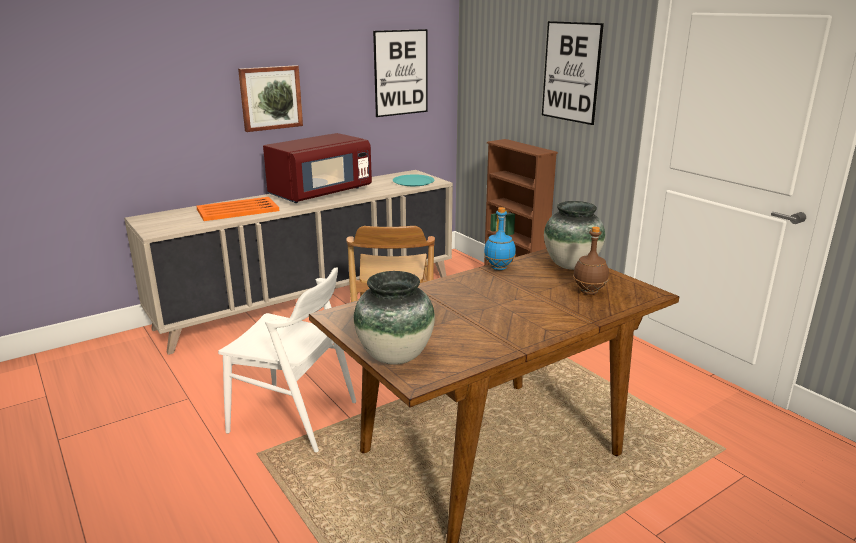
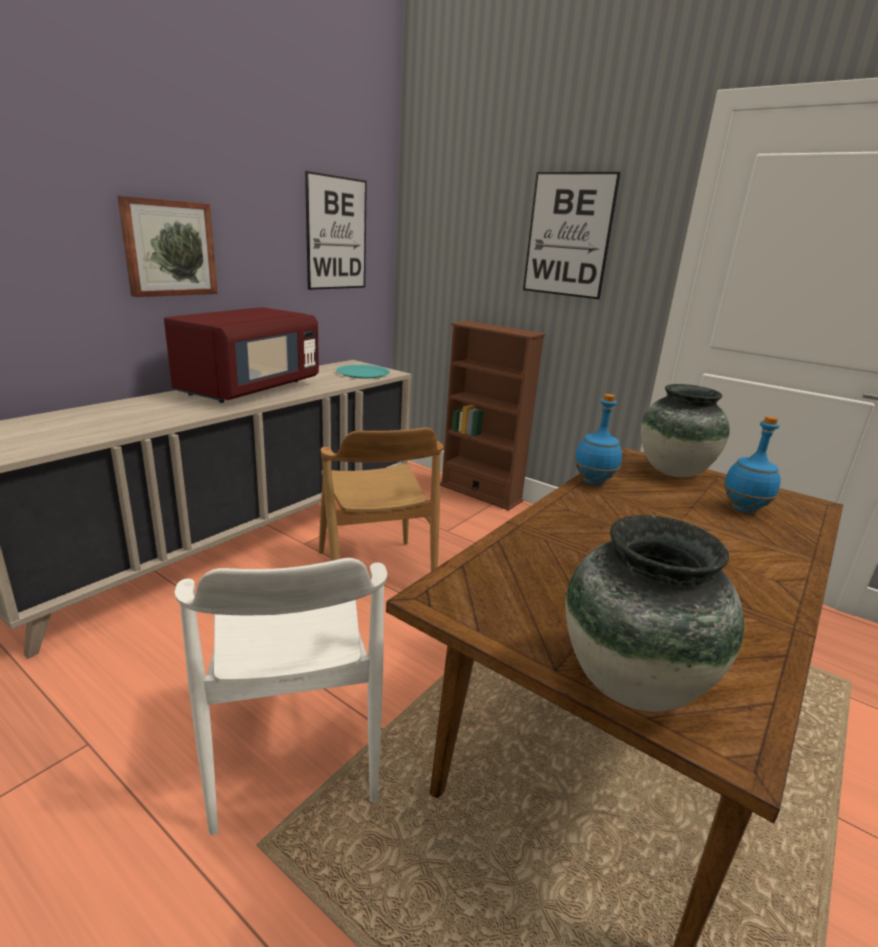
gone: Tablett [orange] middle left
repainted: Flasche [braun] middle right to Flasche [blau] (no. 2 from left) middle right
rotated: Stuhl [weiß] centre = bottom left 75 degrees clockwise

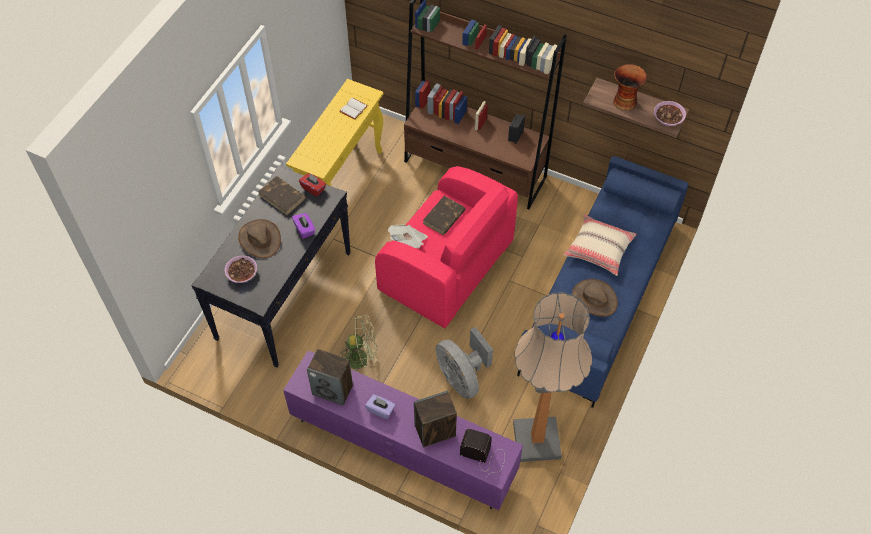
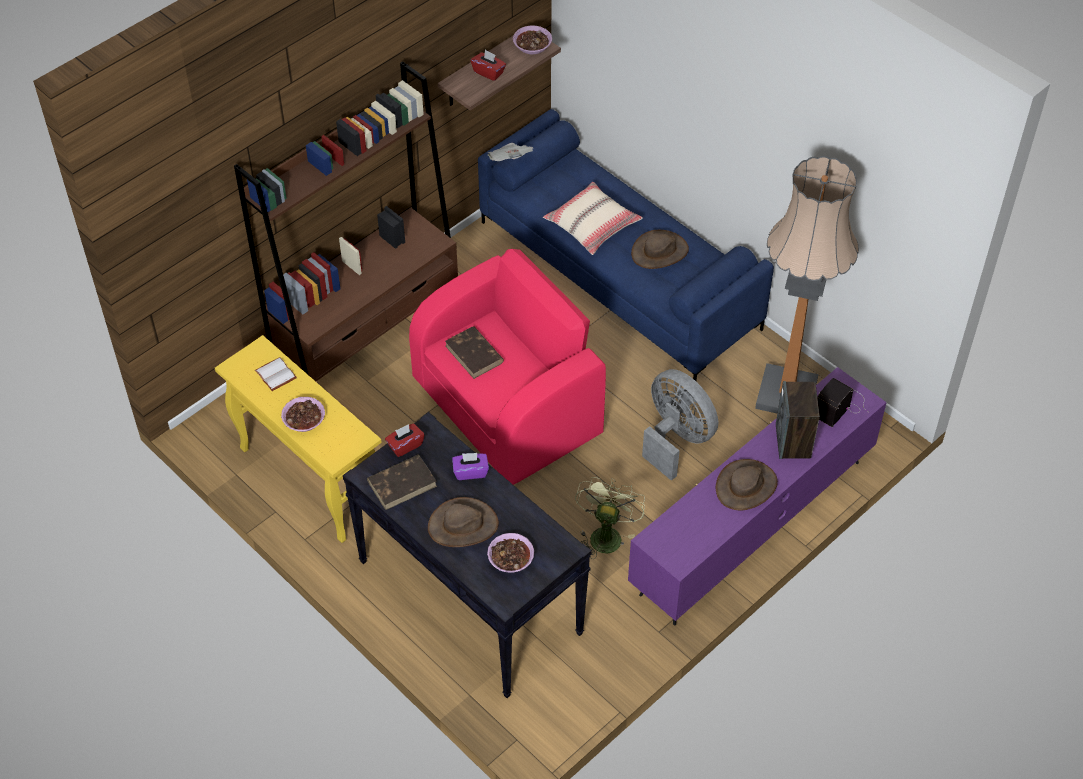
gone: Lautsprecher (no. 1 from left) bottom centre
new: Schüssel (no. 1 from left) middle left
shifted: Zeitung centre to top centre
swapped: Vase top right to Taschentuchbox [rot] (no. 2 from left) top centre; Taschentuchbox [lila] (no. 2 from left) bottom centre to Hut [braun] (no. 3 from left) middle right
rotated: Ventilator [grau] bottom centre = centre 120 degrees counterclockwise

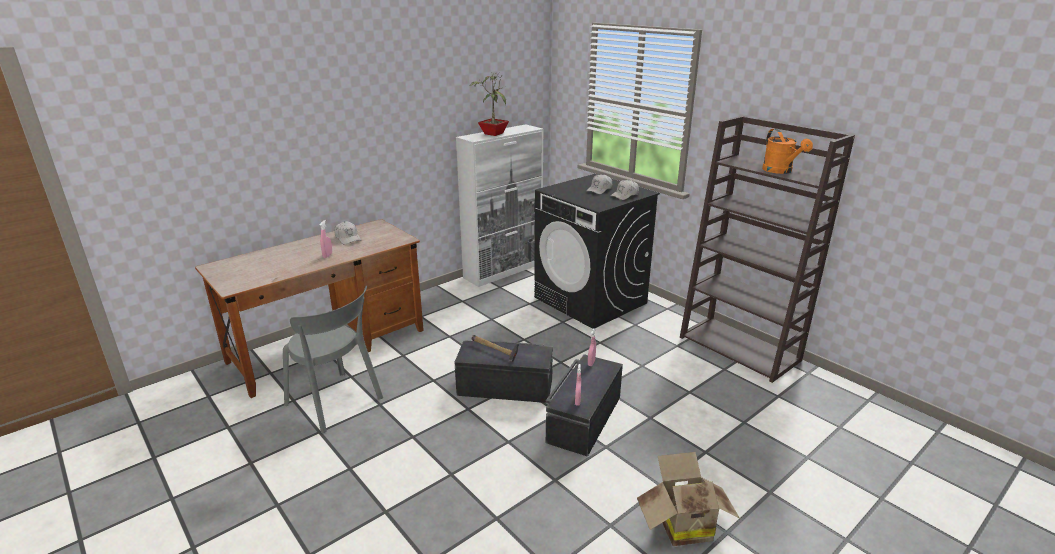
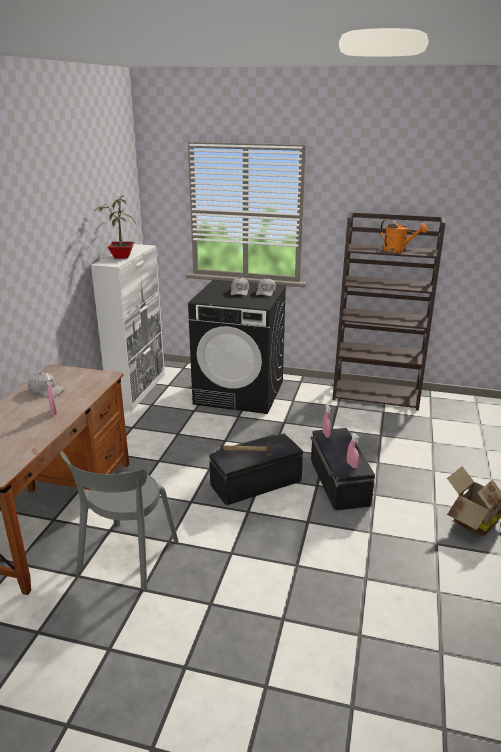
rotated: Stuhl [grau] middle left = bottom left 105 degrees clockwise

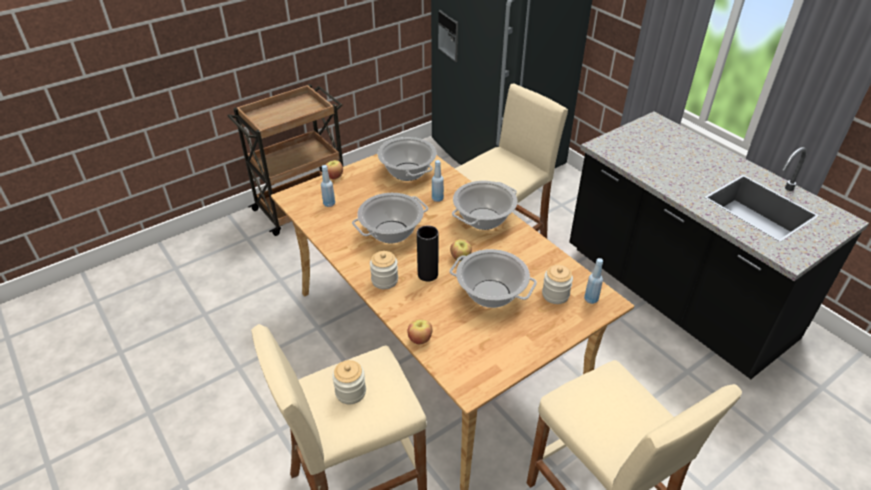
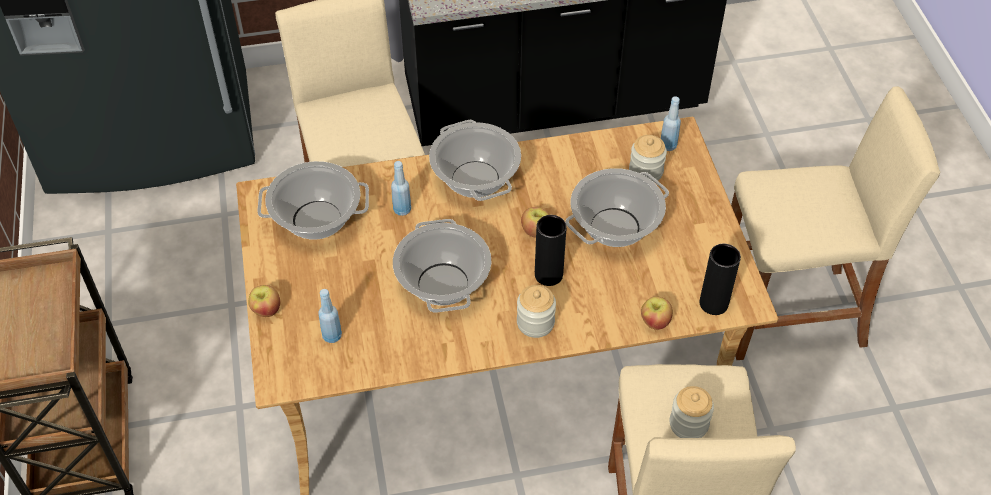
new: Vase [schwarz] (no. 2 from left) middle right

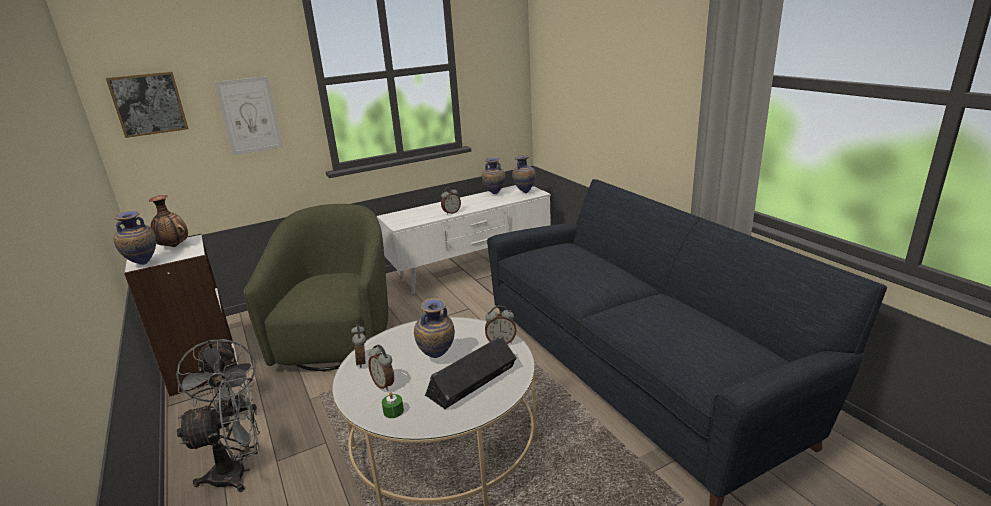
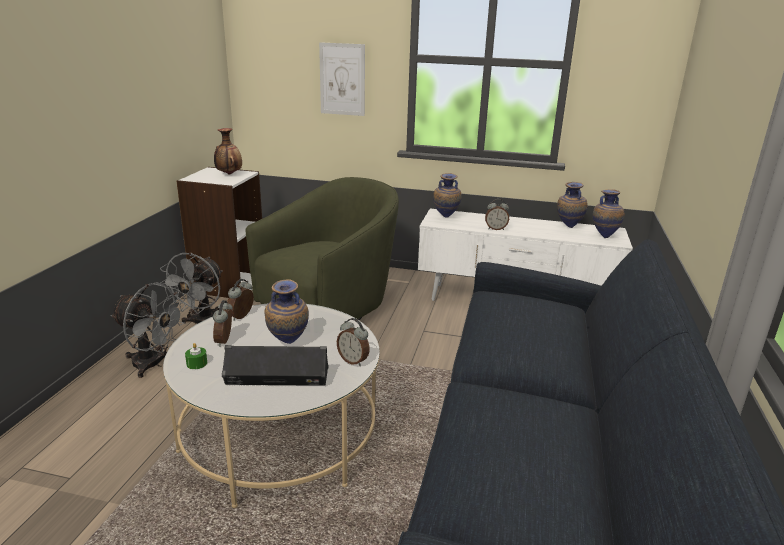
gone: Bild (no. 1 from left) top left
shifted: Vase (no. 1 from left in the first image) middle left to Vase (no. 3 from left) centre

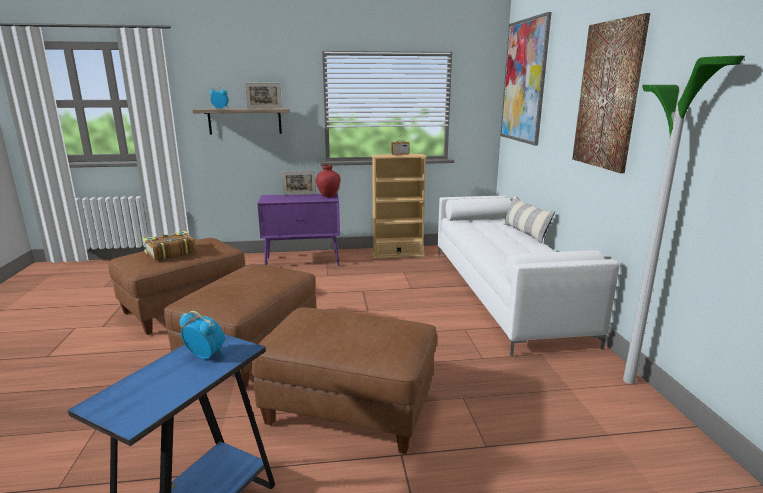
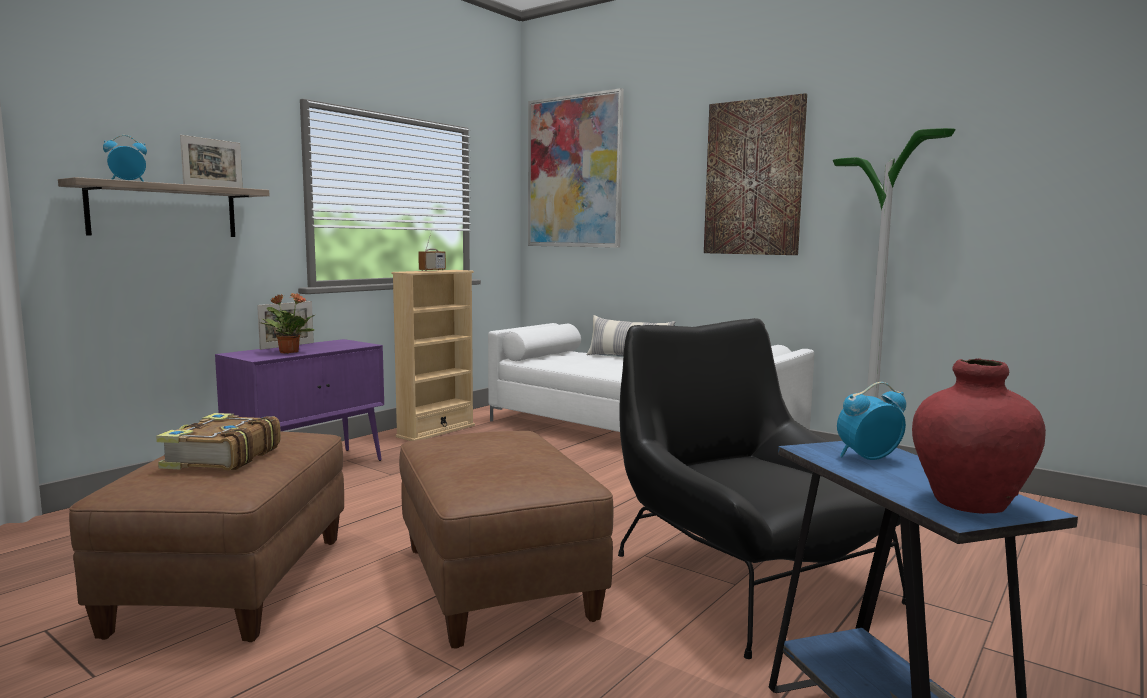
new: Topfpflanze middle left
shifted: Vase [rot] centre to middle right
swapped: Polsterhocker [braun] (no. 3 from left) bottom centre to Sessel [schwarz] bottom centre

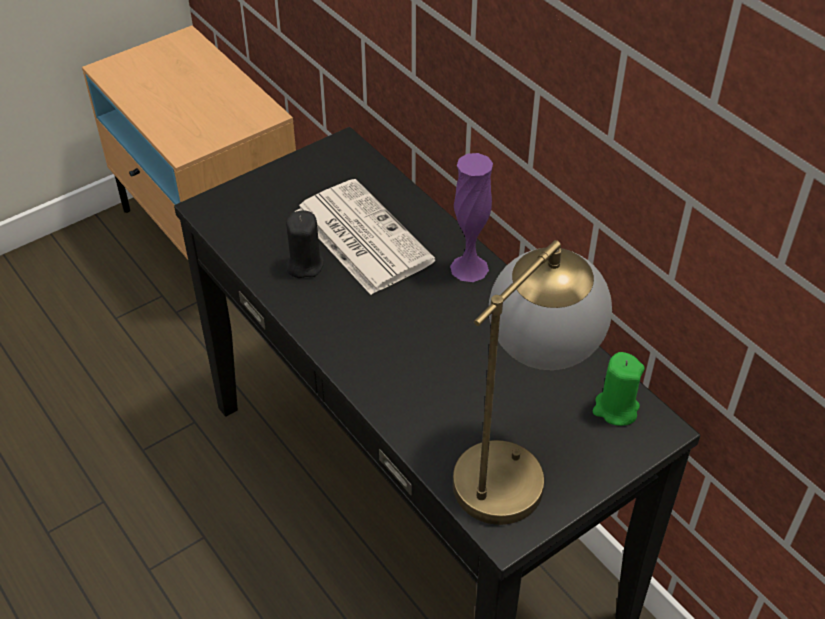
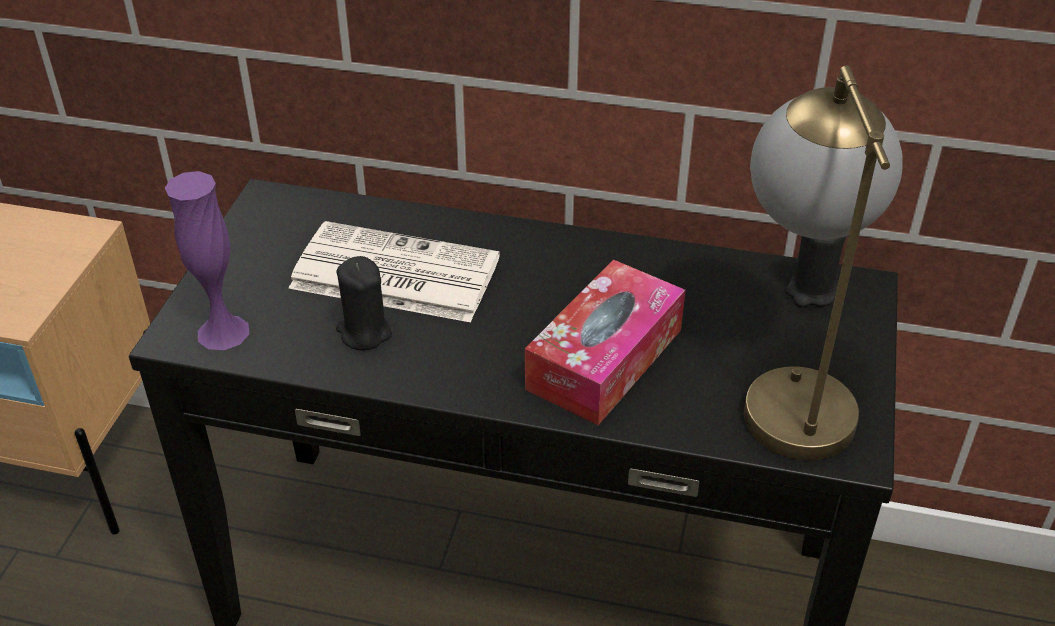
new: Taschentuchbox centre
shifted: Vase [lila] centre to middle left
repainted: Kerze [grün] middle right to Kerze [schwarz] (no. 2 from left) middle right

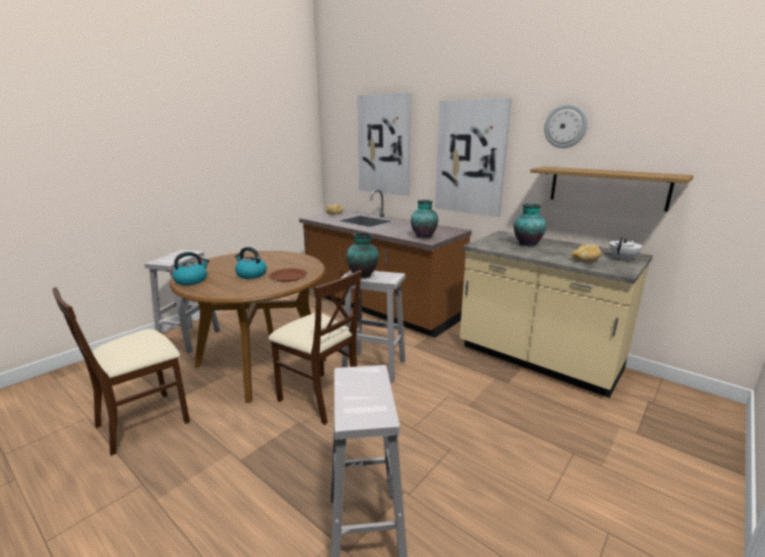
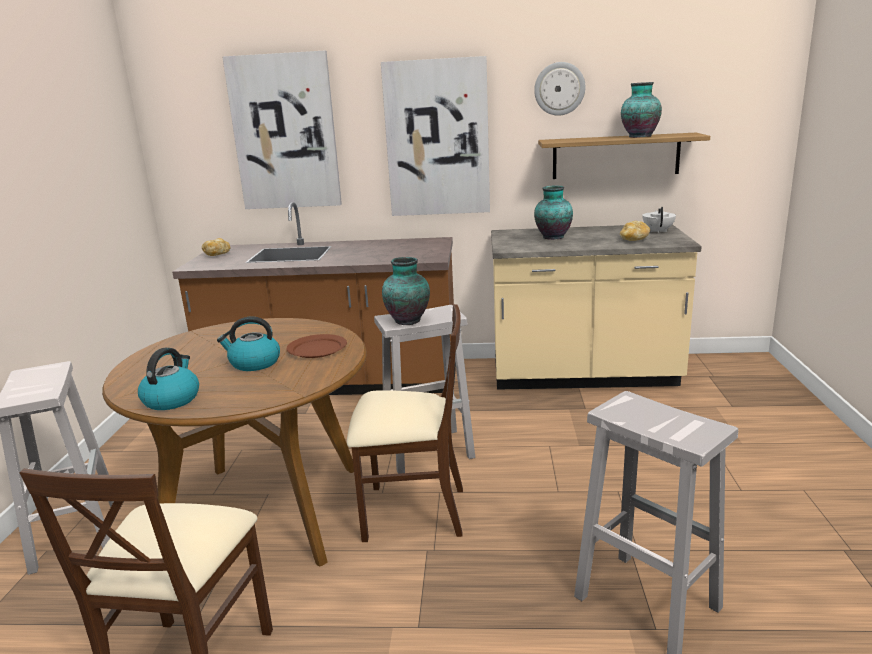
shifted: Vase (no. 2 from left in the first image) centre to Vase (no. 3 from left) top right

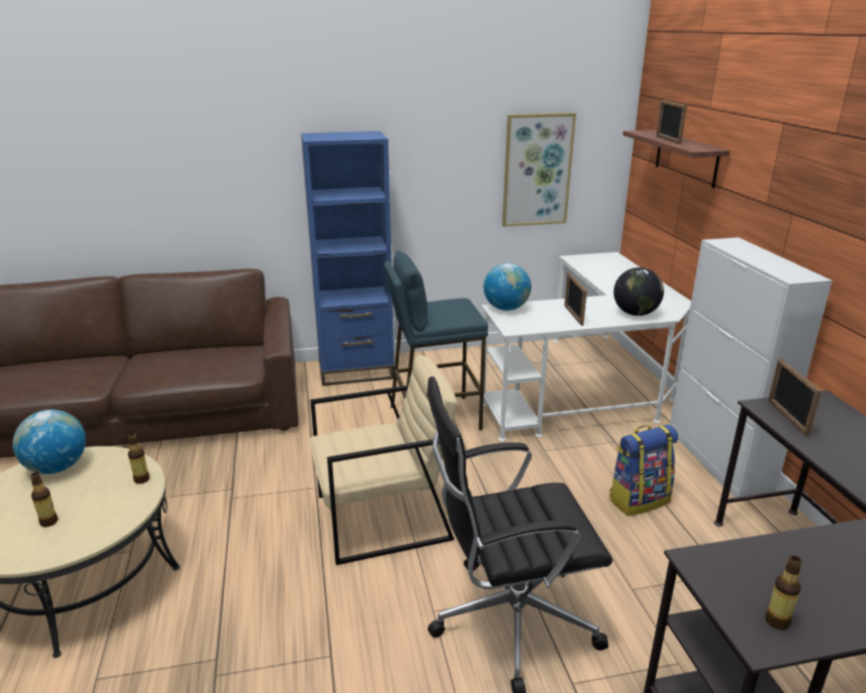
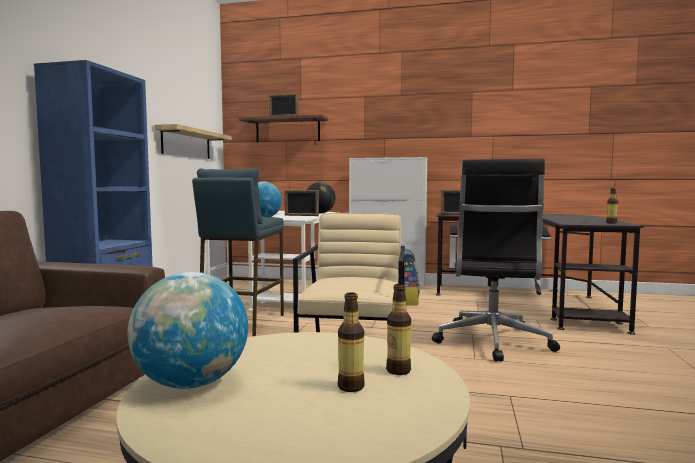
shifted: Flasche (no. 2 from left) middle left to bottom centre
swapped: Bild top centre to Wandregal (no. 1 from left) top left

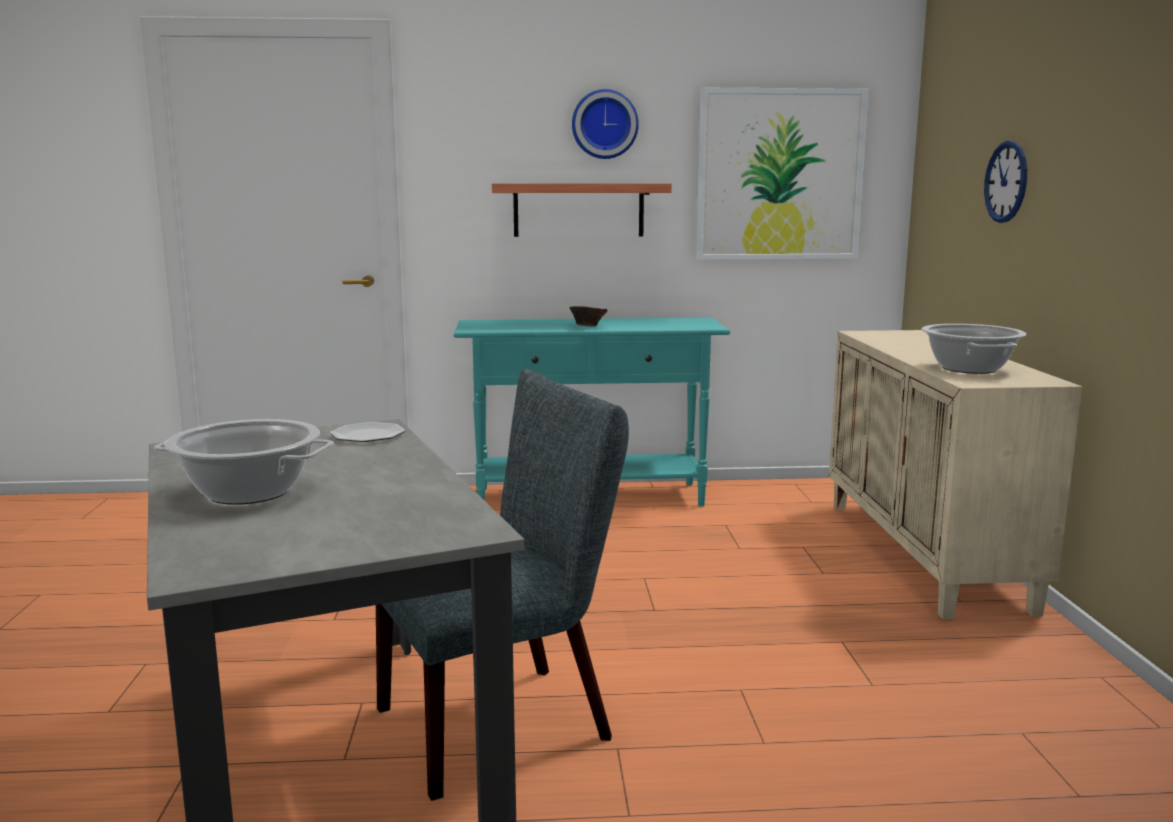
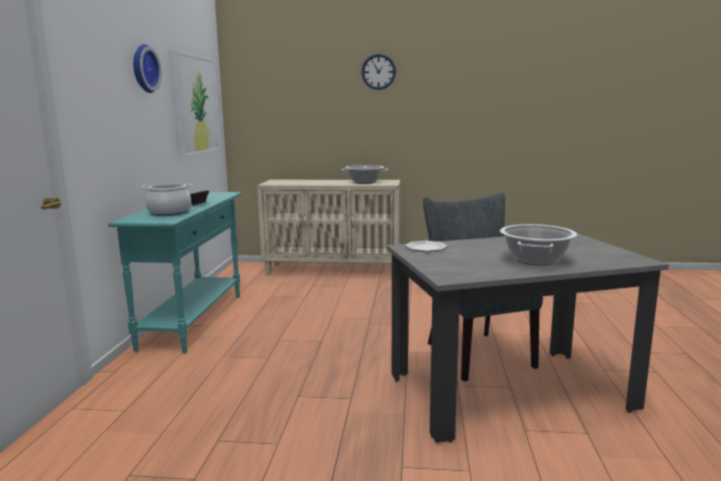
gone: Wandregal top centre
new: Kochtopf (no. 1 from left) middle left
shifted: Wanduhr (no. 2 from left) top right to top centre

